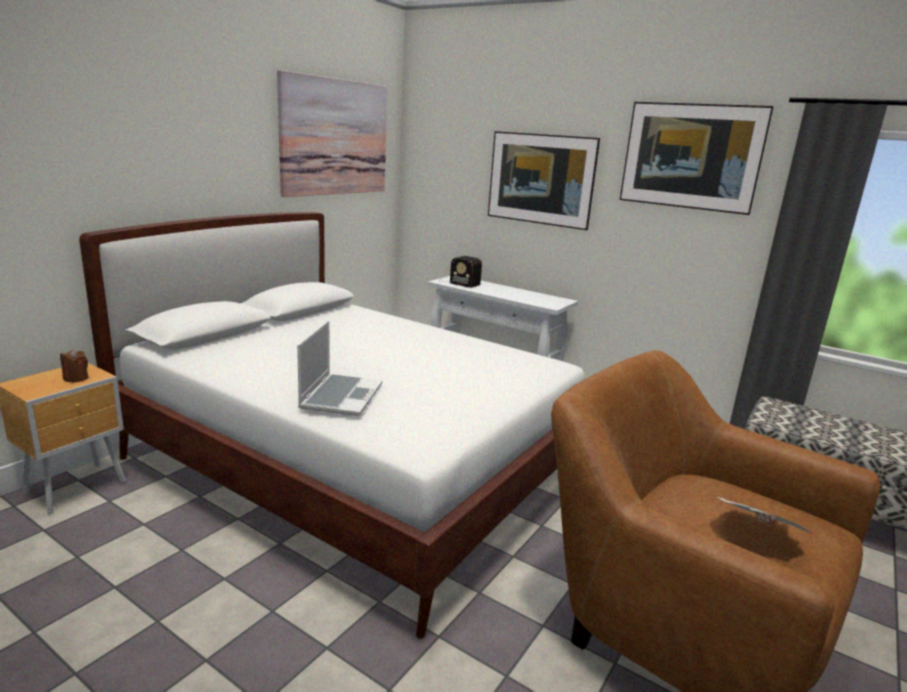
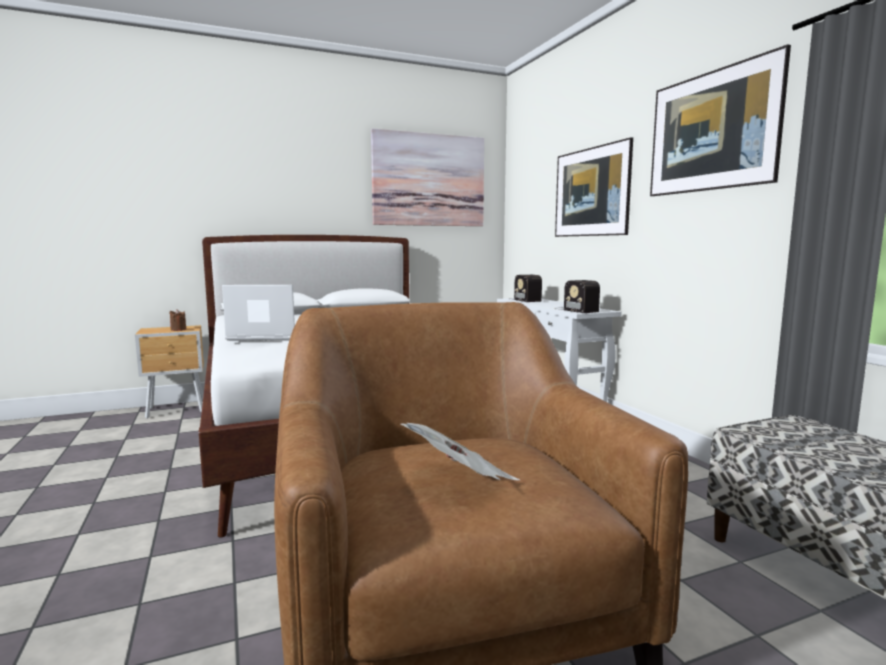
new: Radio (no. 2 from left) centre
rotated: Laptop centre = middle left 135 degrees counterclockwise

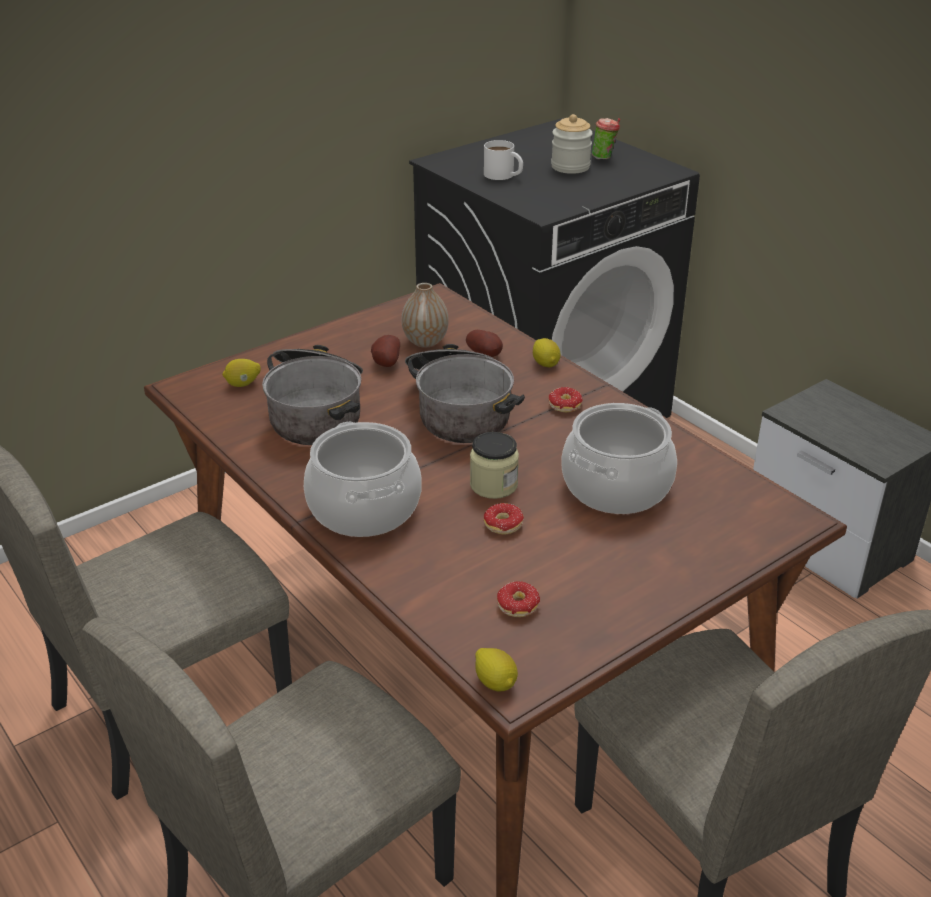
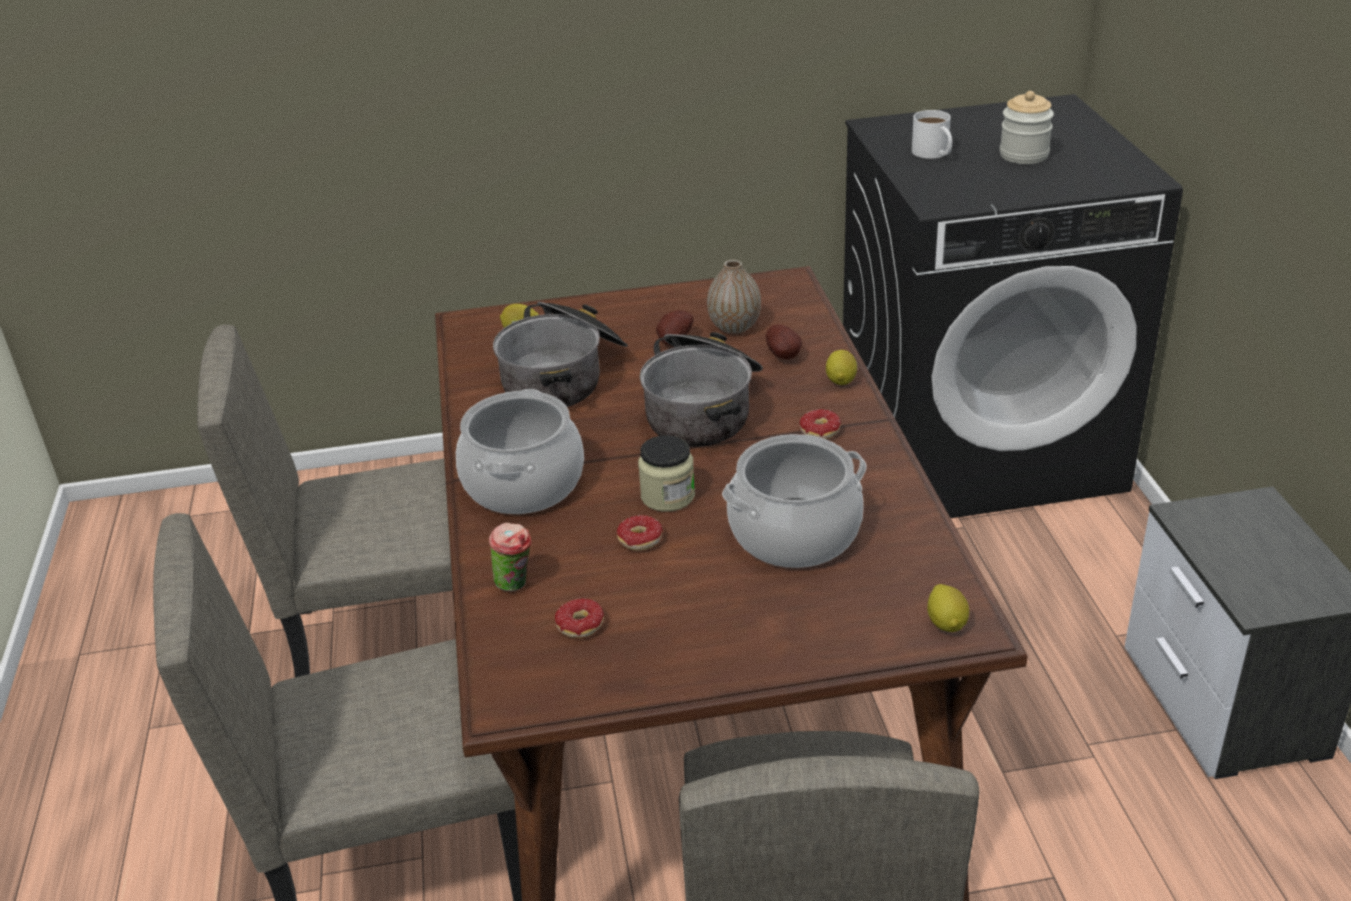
shifted: Tasse top centre to centre; Zitrone (no. 2 from left in the first image) bottom centre to Zitrone (no. 3 from left) bottom right

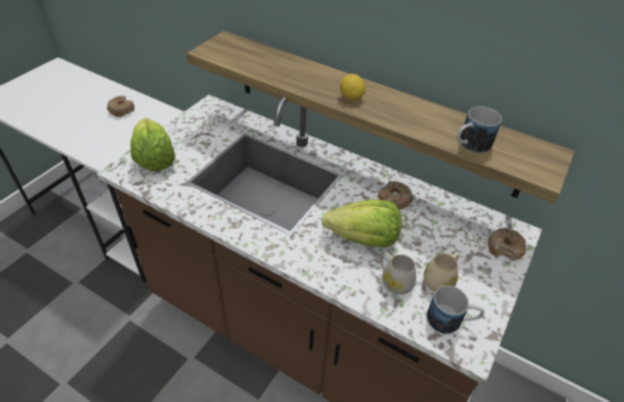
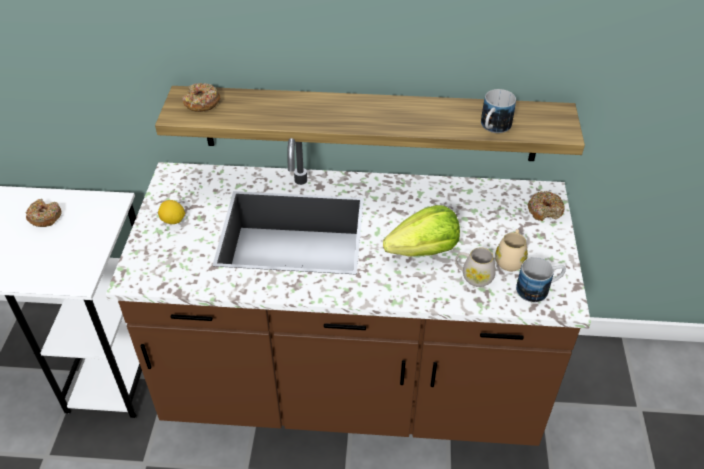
gone: Salatkopf (no. 1 from left) middle left
shifted: Zitrone top centre to middle left; Donut (no. 2 from left) centre to top left

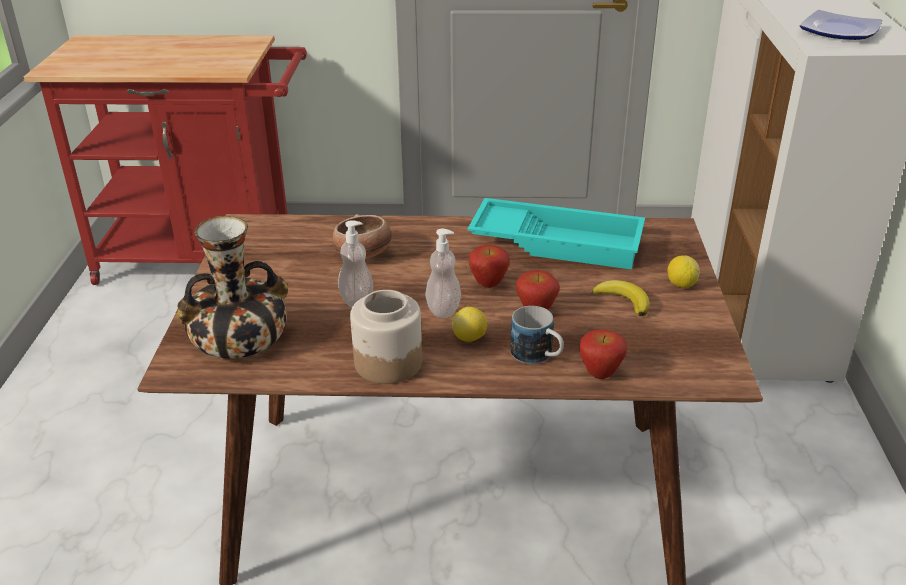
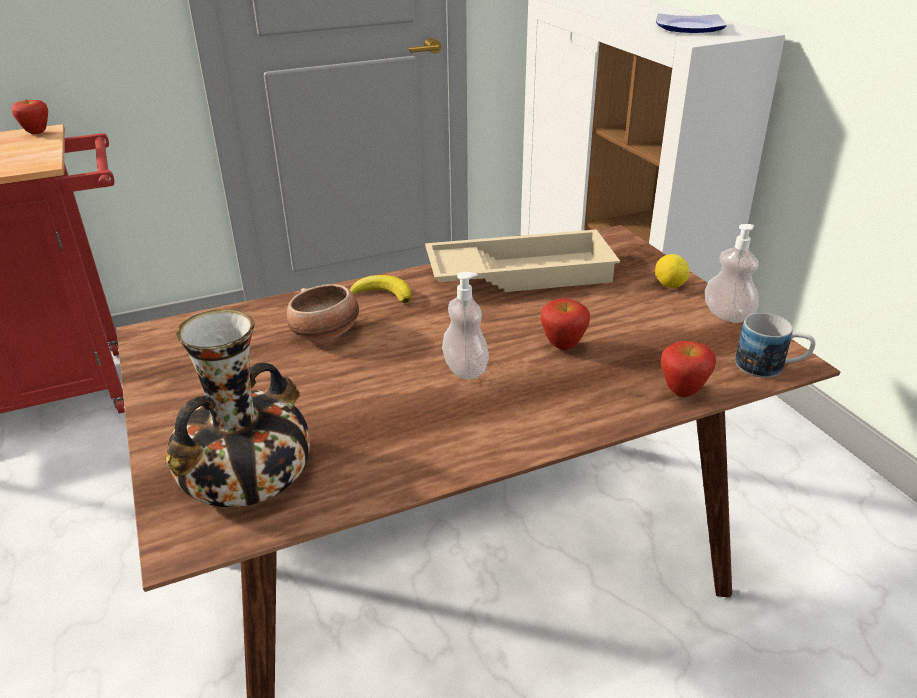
gone: Vorratsglas centre; Zitrone (no. 1 from left) centre
shifted: Seifenspender (no. 1 from left in the first image) centre to Seifenspender (no. 2 from left) middle right; Apfel (no. 1 from left) centre to top left; Banane middle right to centre; Henkelbecher centre to middle right
repainted: Tablett [türkis] centre to Tablett [beige] centre

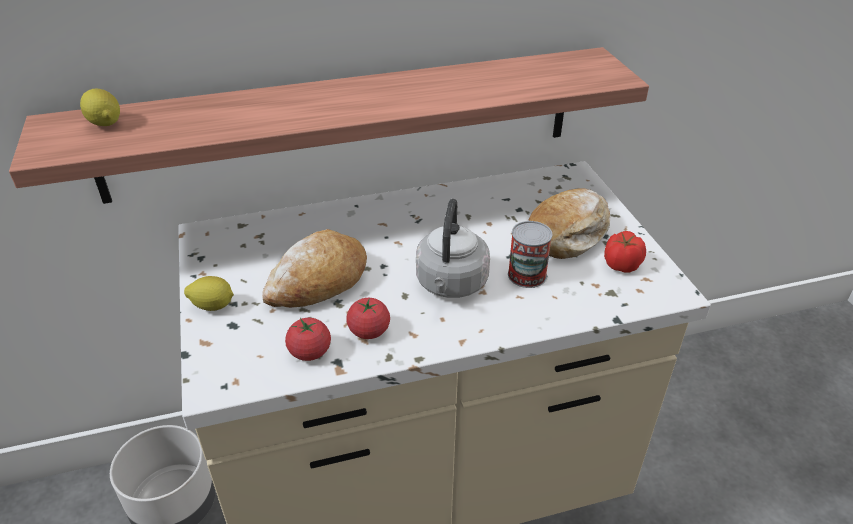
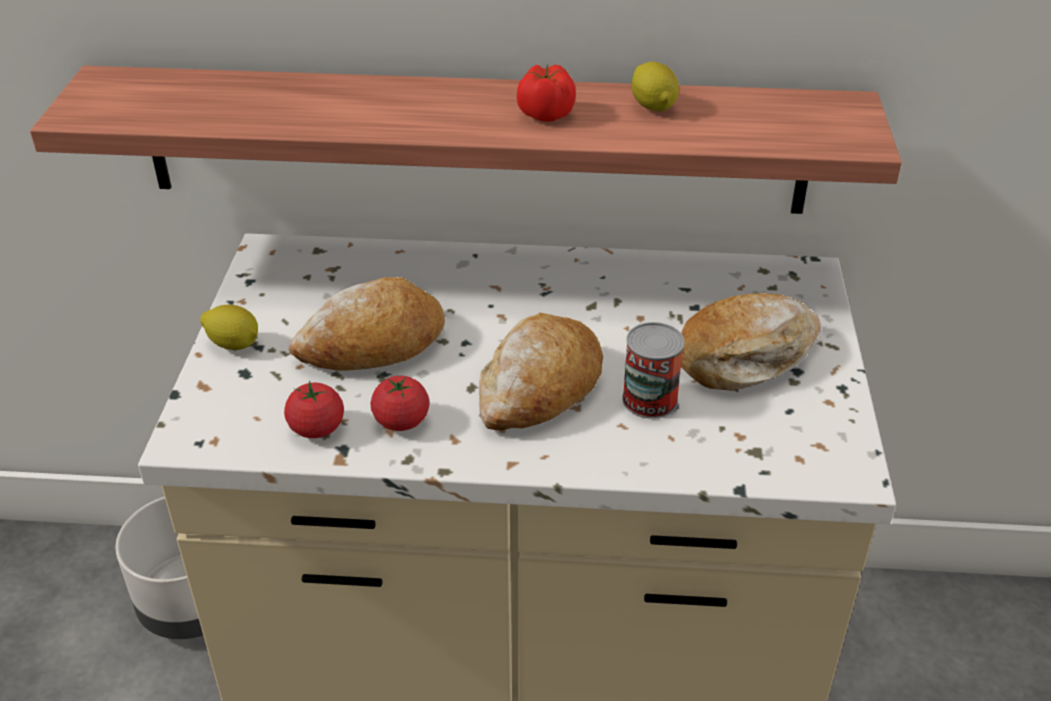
shifted: Zitrone (no. 1 from left in the first image) top left to Zitrone (no. 2 from left) top centre; Tomate (no. 3 from left) middle right to top centre
swapped: Wasserkessel [grau] centre to Brot (no. 2 from left) centre

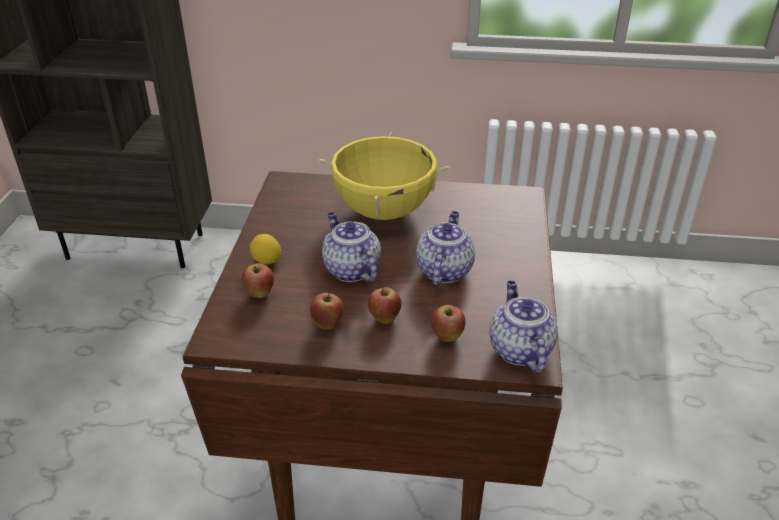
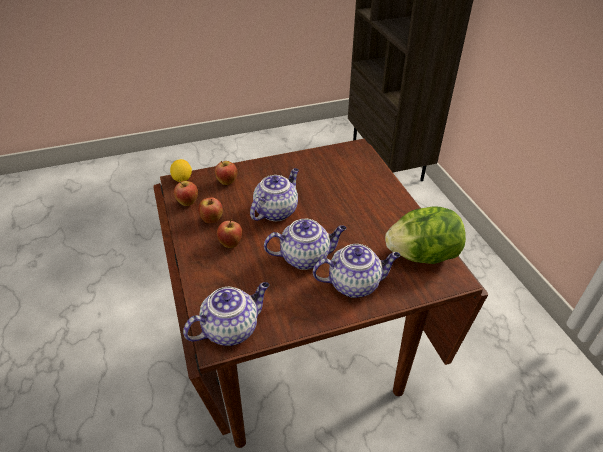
gone: Kochtopf [gelb] centre
new: Salatkopf middle right; Teekanne (no. 4 from left) centre
shifted: Zitrone centre to middle left; Apfel (no. 4 from left in the first image) centre to Apfel (no. 1 from left) middle left

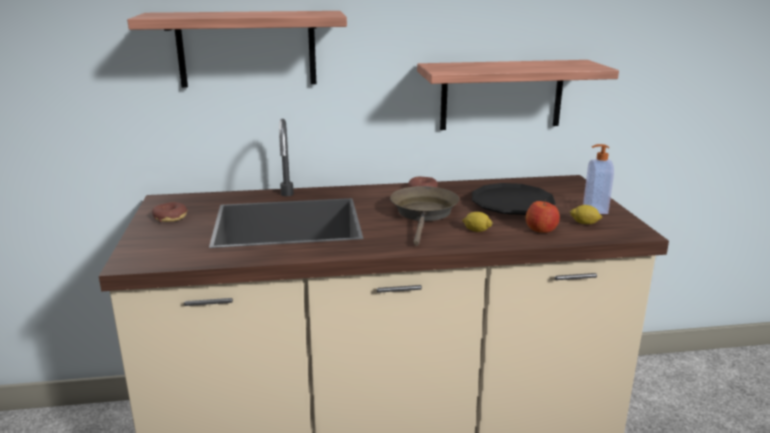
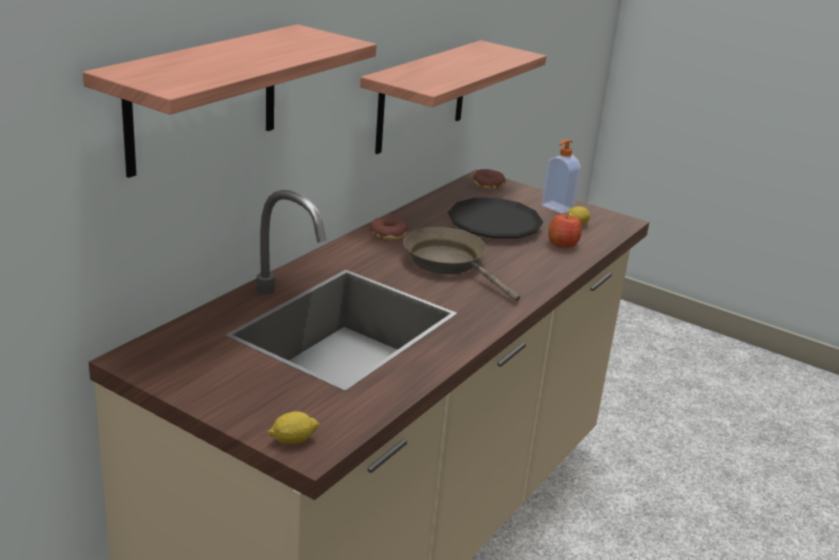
shifted: Donut (no. 1 from left in the first image) middle left to Donut (no. 2 from left) top centre; Zitrone (no. 1 from left) centre to bottom centre

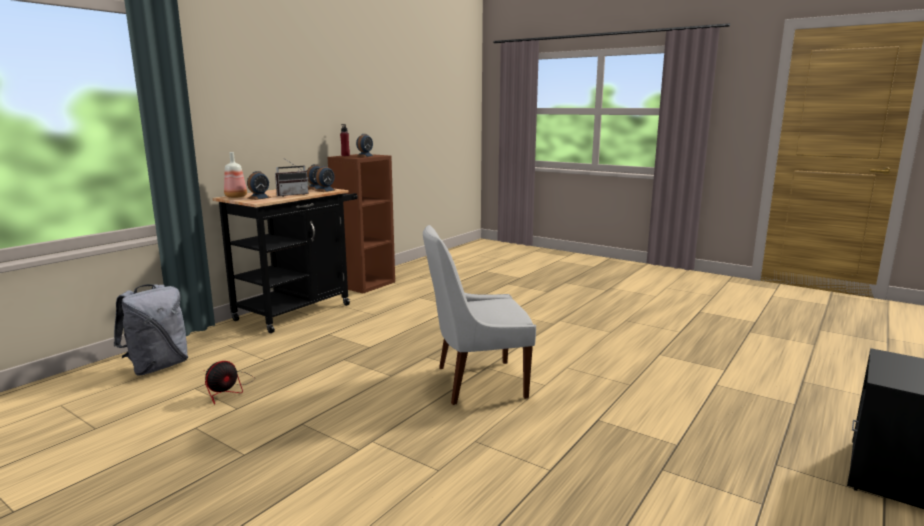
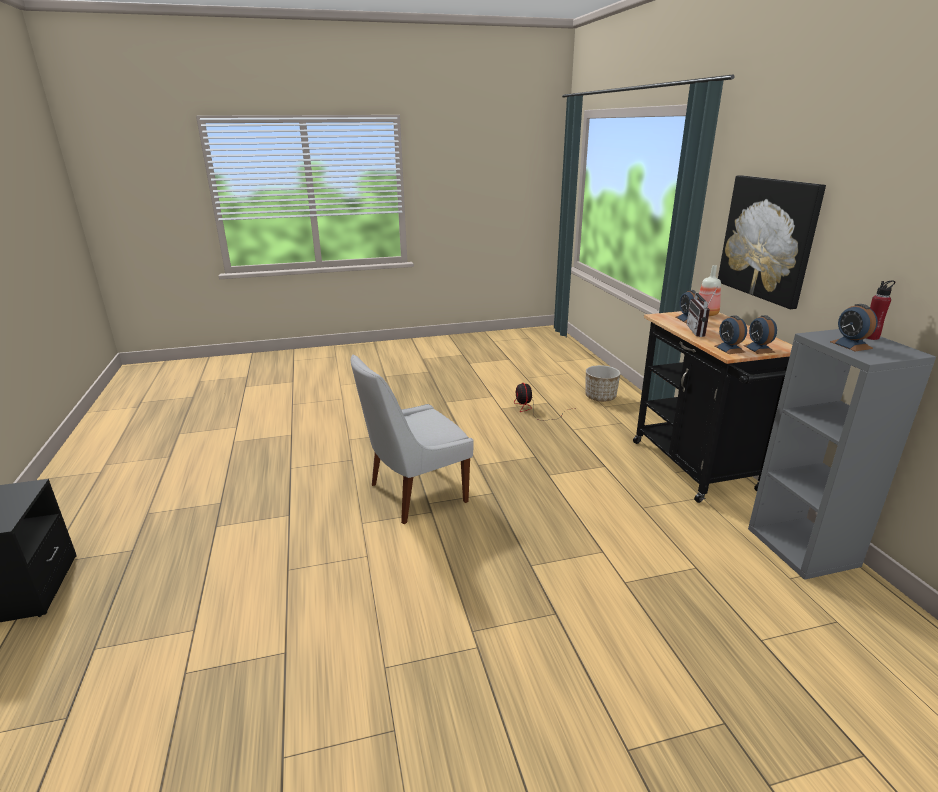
new: Bild top right
swapped: Rucksack [grau] middle left to Pflanzkübel centre
repainted: Bücherregal [braun] centre to Bücherregal [grau] middle right
rotated: Stuhl [weiß] centre = centre 150 degrees counterclockwise

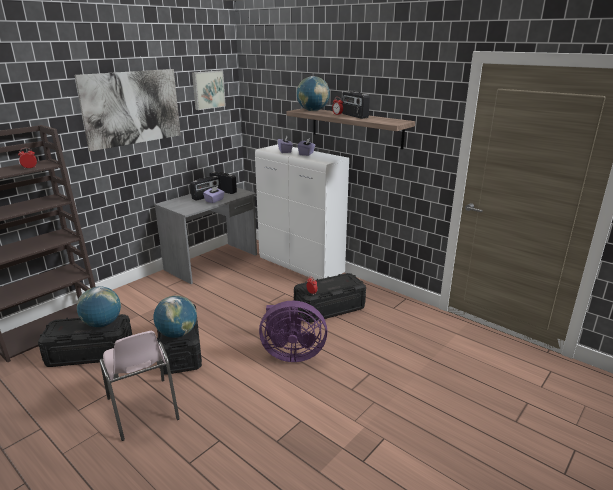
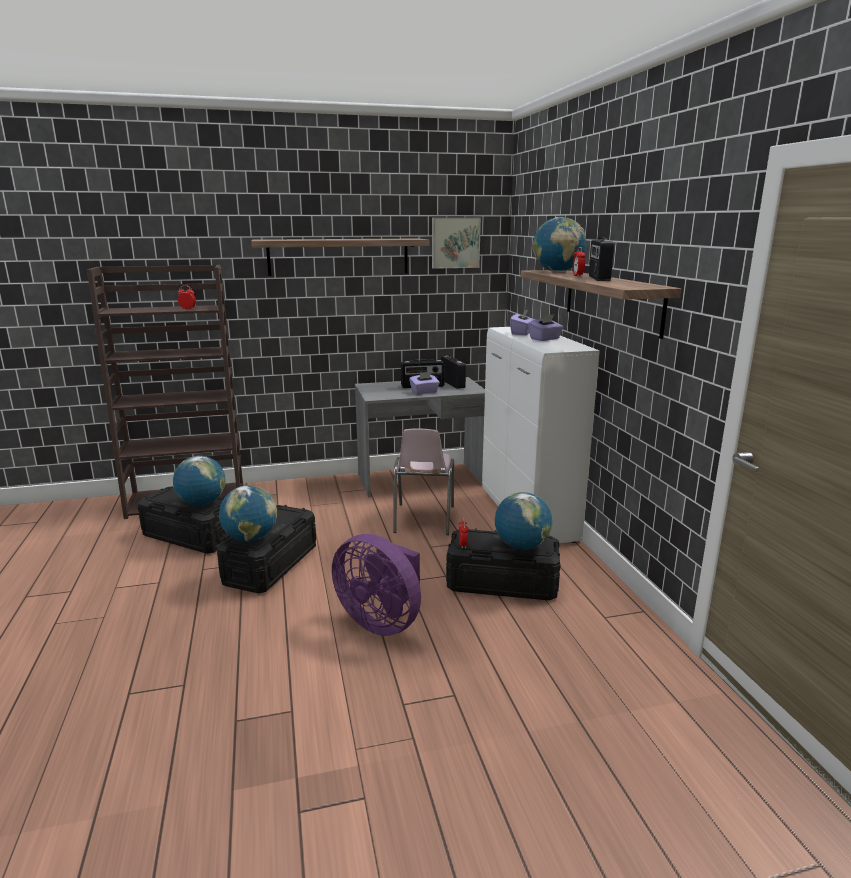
new: Globus (no. 3 from left) centre
shifted: Stuhl [rosa] bottom left to centre
swapped: Bild (no. 1 from left) top left to Wandregal (no. 1 from left) top centre

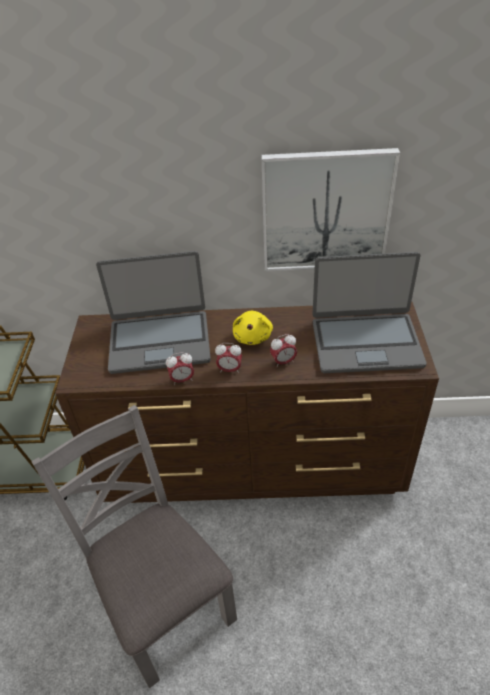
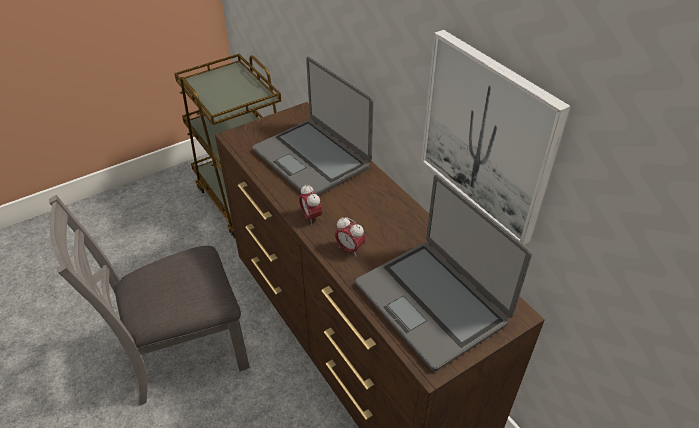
gone: Plüschtier [gelb] centre; Wecker (no. 1 from left) centre
rotated: Stuhl [grau] bottom left = bottom left 135 degrees counterclockwise

